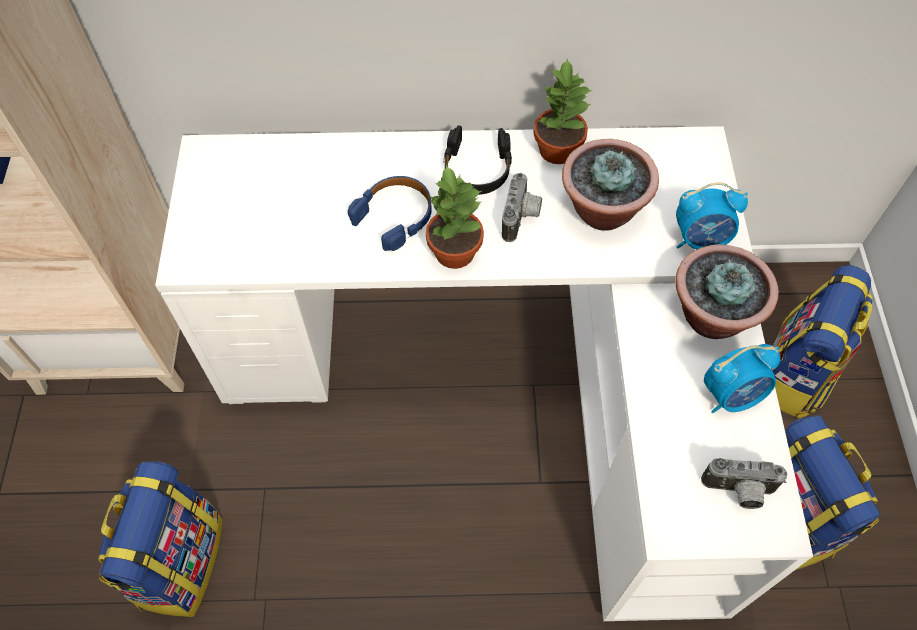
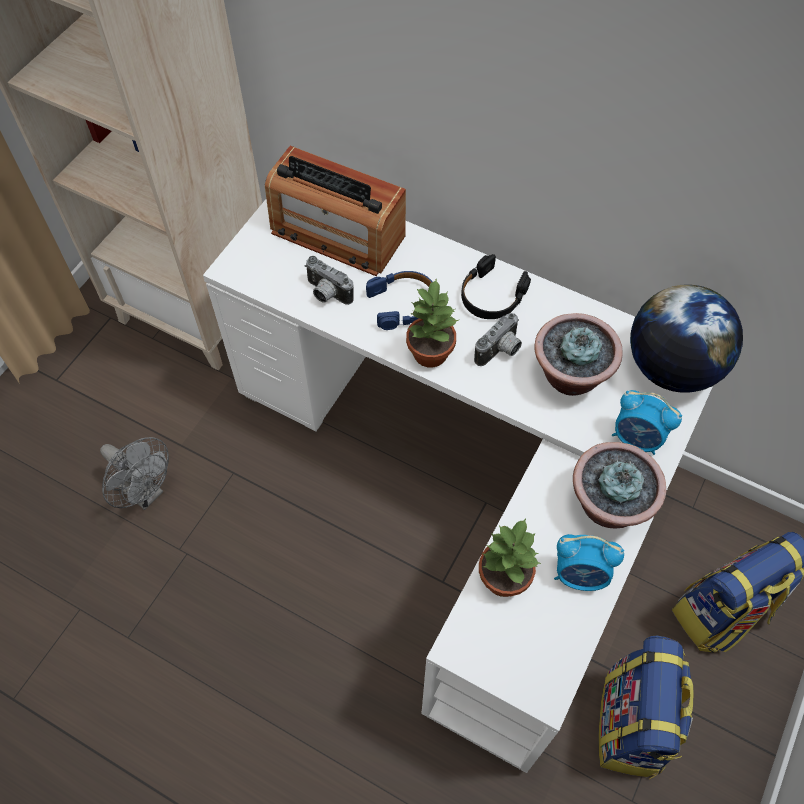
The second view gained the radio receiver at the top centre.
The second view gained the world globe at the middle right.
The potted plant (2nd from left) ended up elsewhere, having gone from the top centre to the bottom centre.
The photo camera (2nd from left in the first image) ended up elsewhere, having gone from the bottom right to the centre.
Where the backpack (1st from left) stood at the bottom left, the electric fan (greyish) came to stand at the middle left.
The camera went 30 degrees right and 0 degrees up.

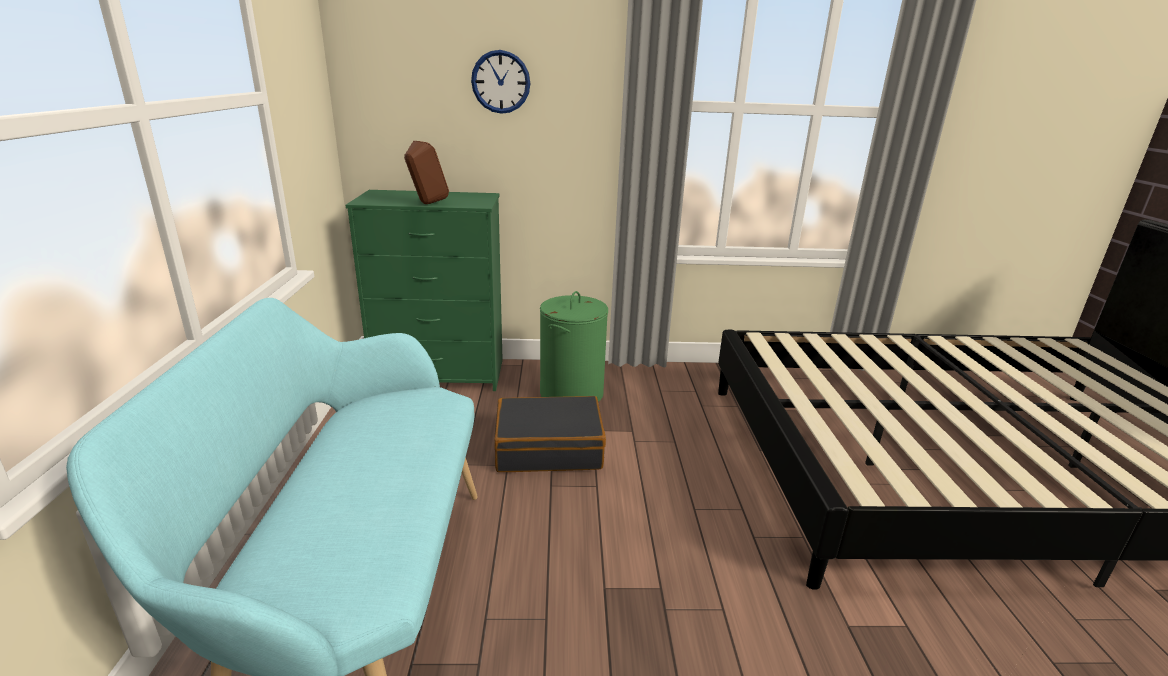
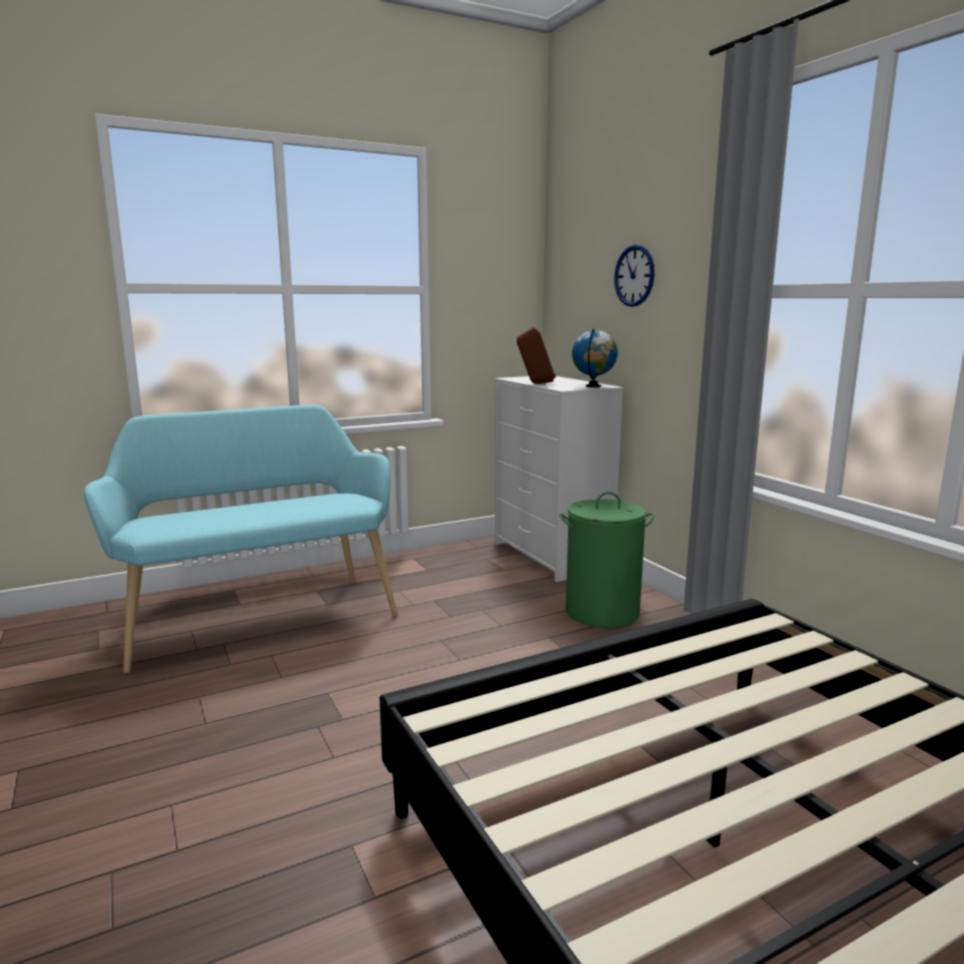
The second view lost the travel case (black-coloured) at the centre.
The second view gained the world globe at the centre.
What was the dresser (green-coloured) at the centre turned into the dresser (white) at the centre.
The camera went 65 degrees right and 10 degrees down.

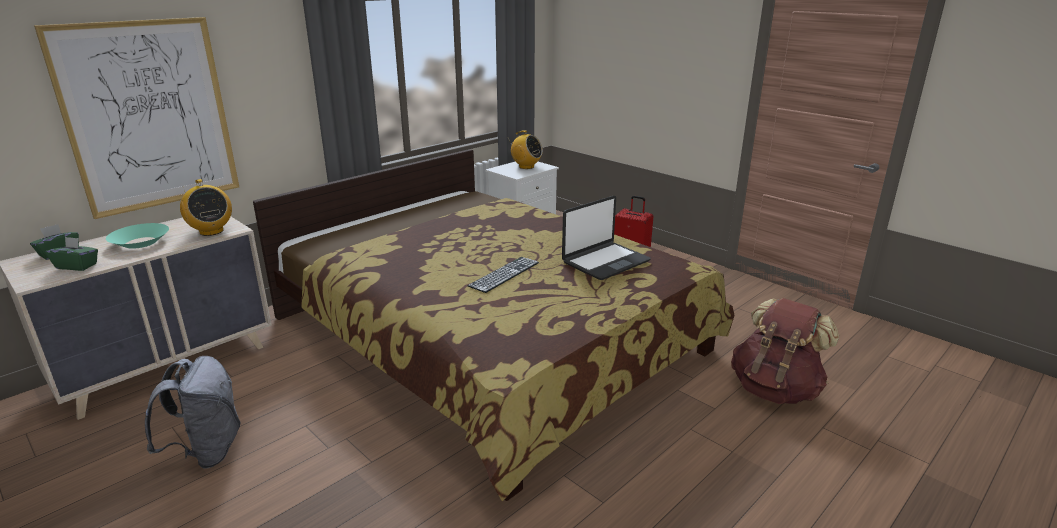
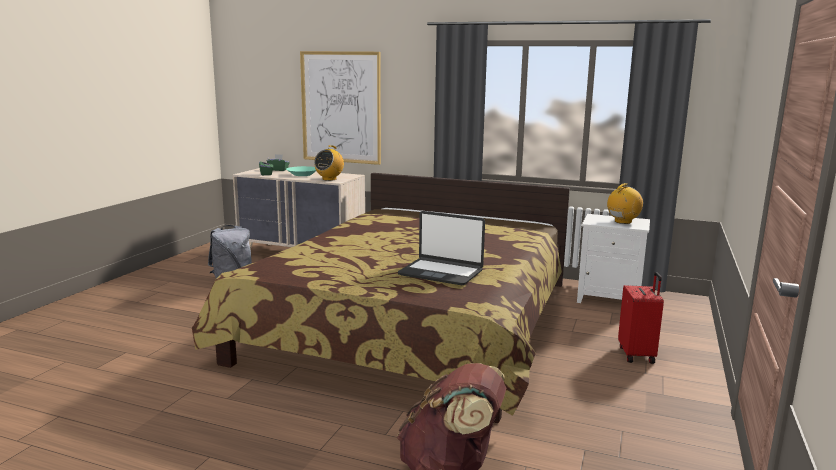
The second view lost the keyboard at the centre.
The radio receiver (2nd from left) at the top centre ended up facing another way, 135 degrees counterclockwise from before.
The camera went 65 degrees right and 10 degrees down.

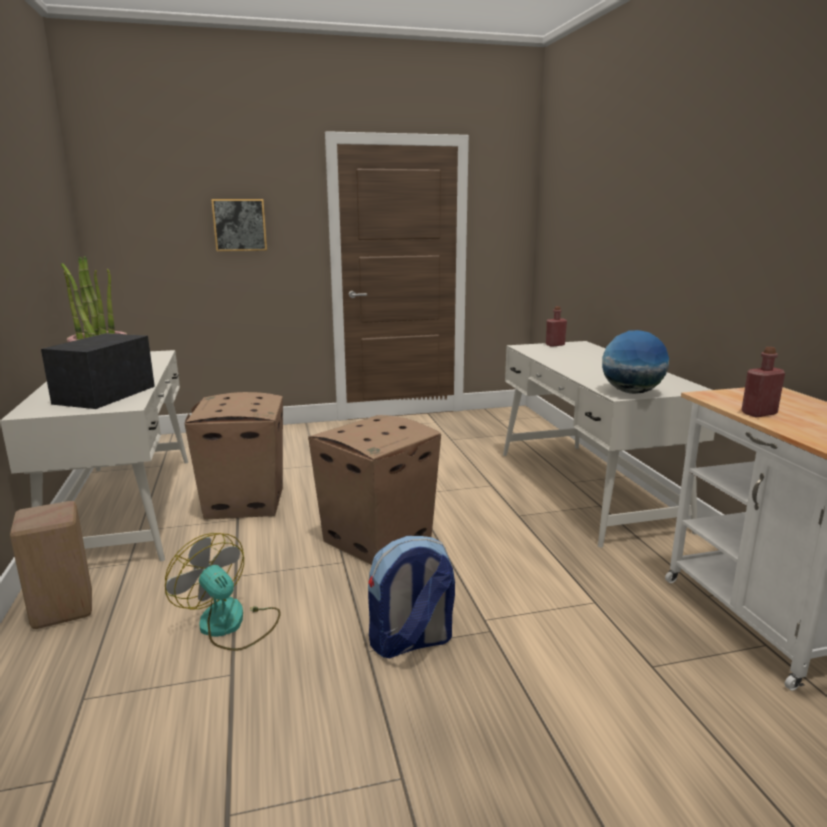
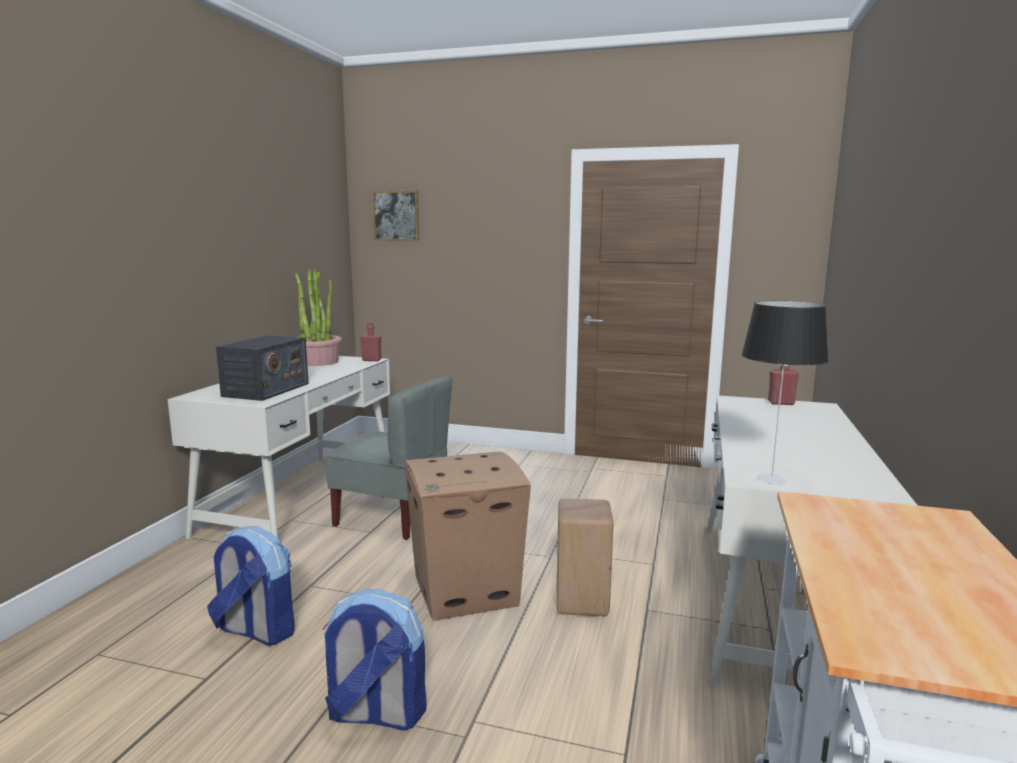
The stool seat (beige) ended up elsewhere, having gone from the bottom left to the bottom centre.
The wall art ended up elsewhere, having gone from the top left to the top centre.
The drink bottle (red-coloured) (2nd from left in the first image) ended up elsewhere, having gone from the middle right to the centre.
Where the electric fan stood at the bottom left, the backpack (1st from left) came to stand at the bottom left.
Where the carton (1st from left) stood at the middle left, the upright chair (greyish) came to stand at the centre.
Where the world globe stood at the middle right, the tabletop lamp came to stand at the middle right.
The radio receiver at the middle left ended up facing another way, 150 degrees clockwise from before.
The camera went 30 degrees right and 5 degrees down.

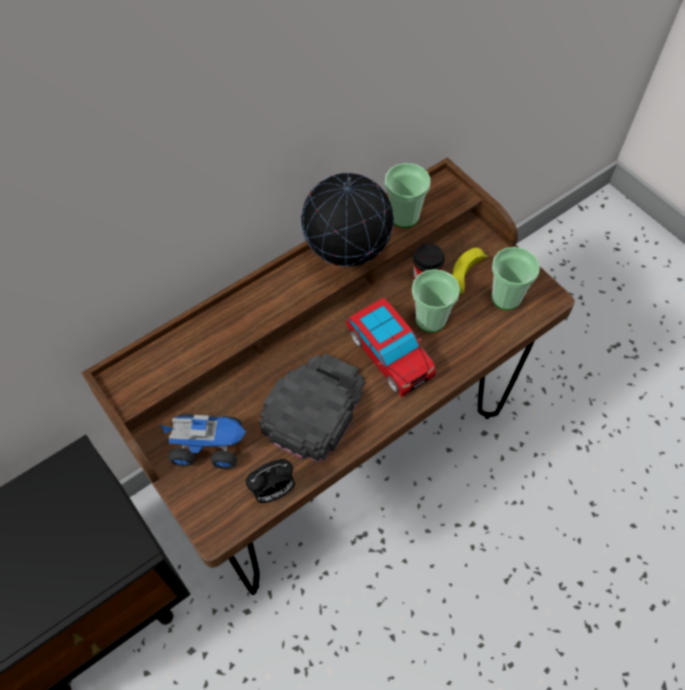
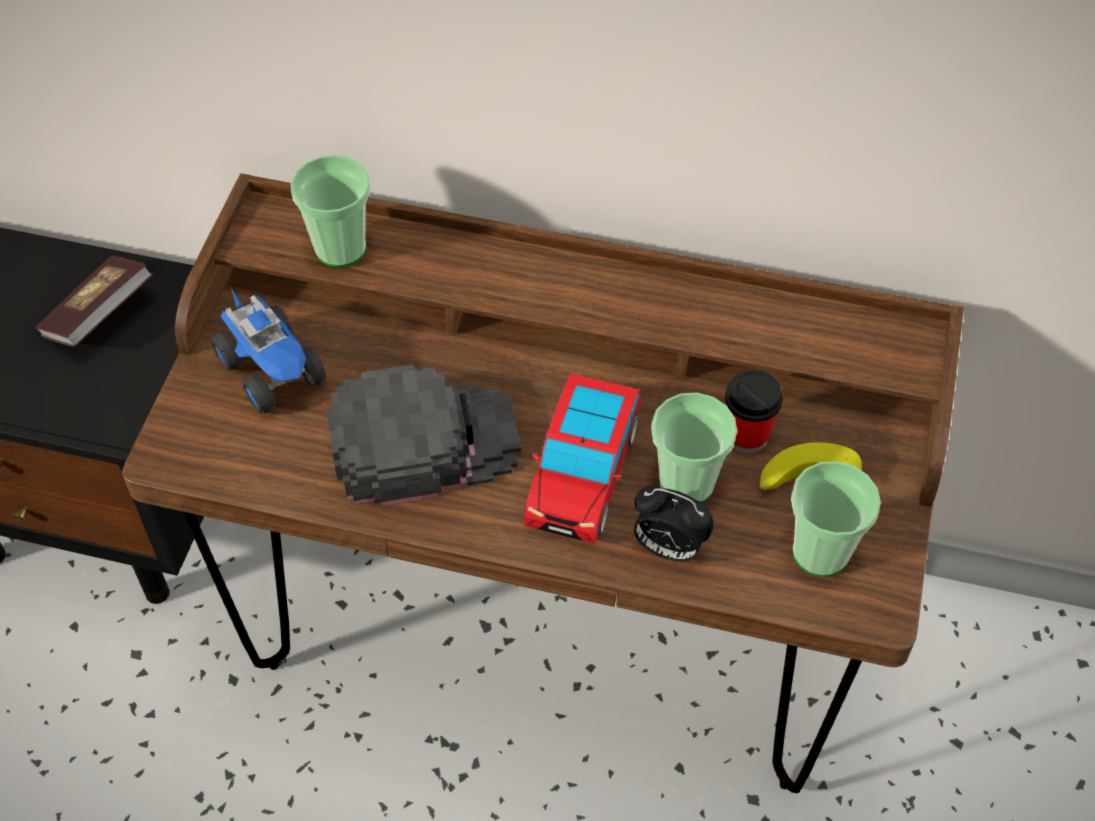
The second view lost the world globe at the top centre.
The second view gained the book at the middle left.
The table clock ended up elsewhere, having gone from the bottom centre to the centre.
The drinking cup (1st from left) ended up elsewhere, having gone from the top centre to the top left.
The camera went 50 degrees right and 5 degrees down.

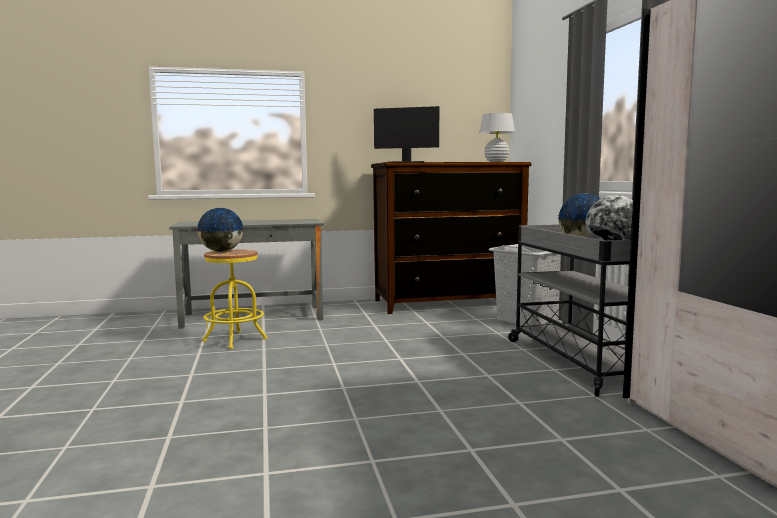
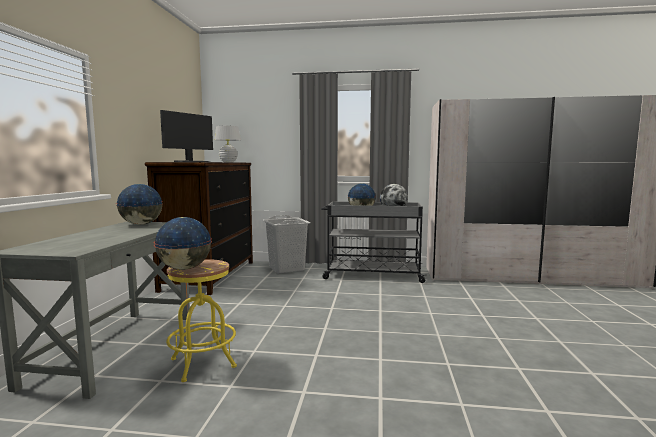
The second view gained the world globe (1st from left) at the middle left.
The camera went 70 degrees left and 0 degrees up.

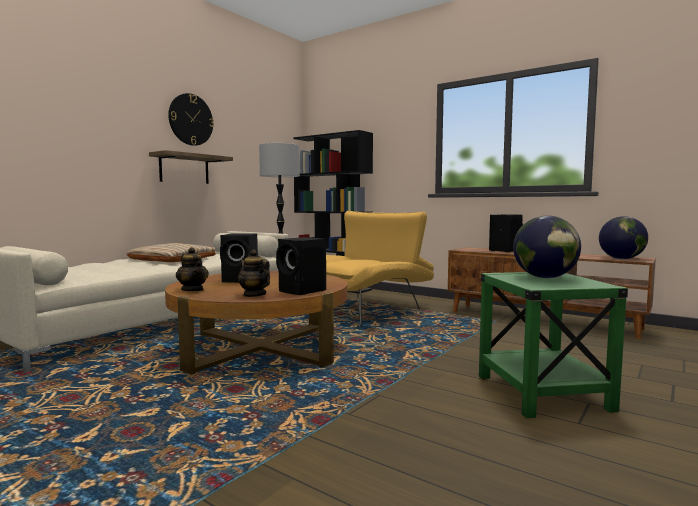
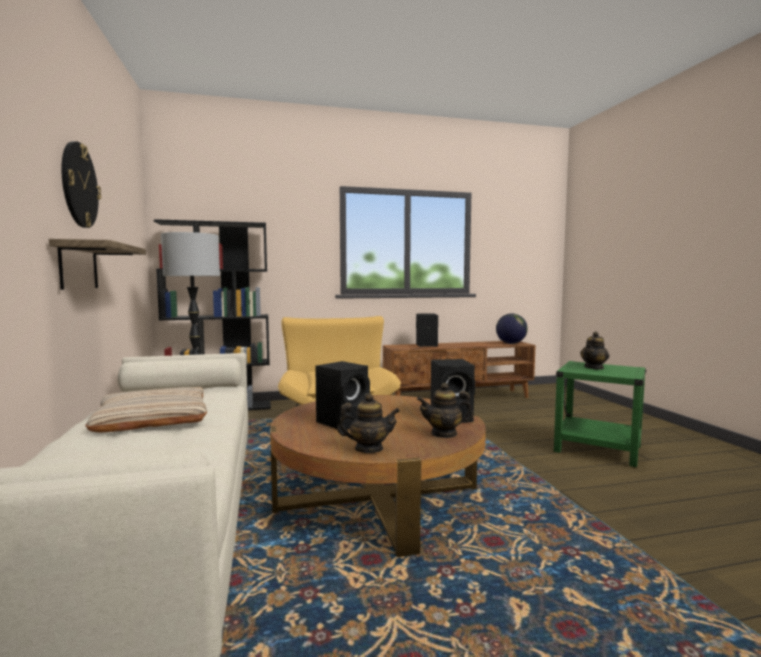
Where the world globe (1st from left) stood at the middle right, the teapot (3rd from left) came to stand at the middle right.
The camera went 50 degrees left and 0 degrees up.

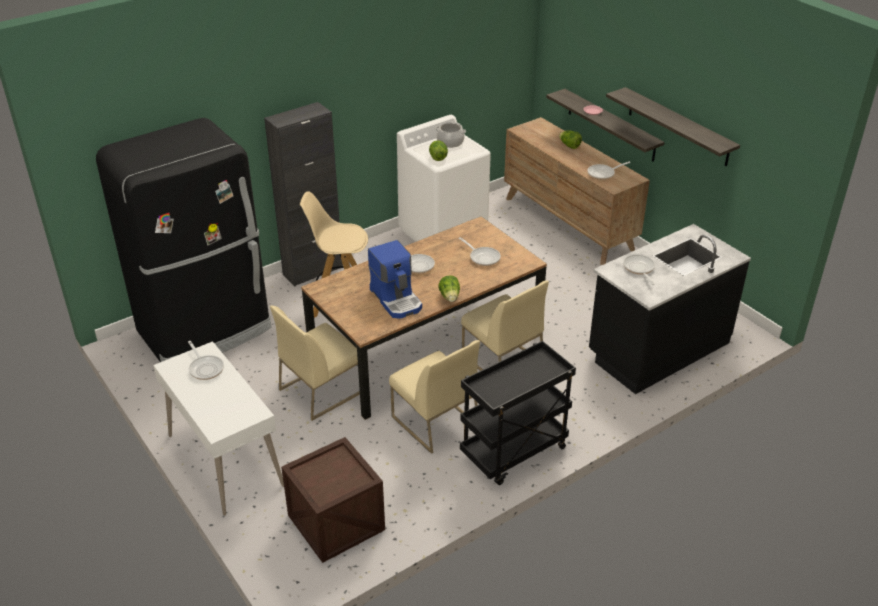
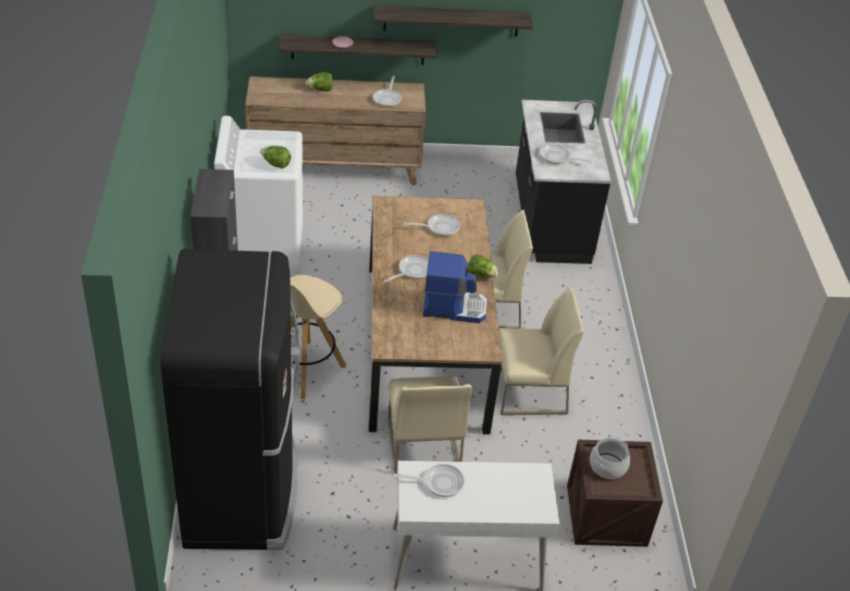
The second view lost the wheeled cart (black-coloured) at the bottom centre.
The saucepot ended up elsewhere, having gone from the top centre to the bottom right.
The camera went 60 degrees left and 5 degrees up.

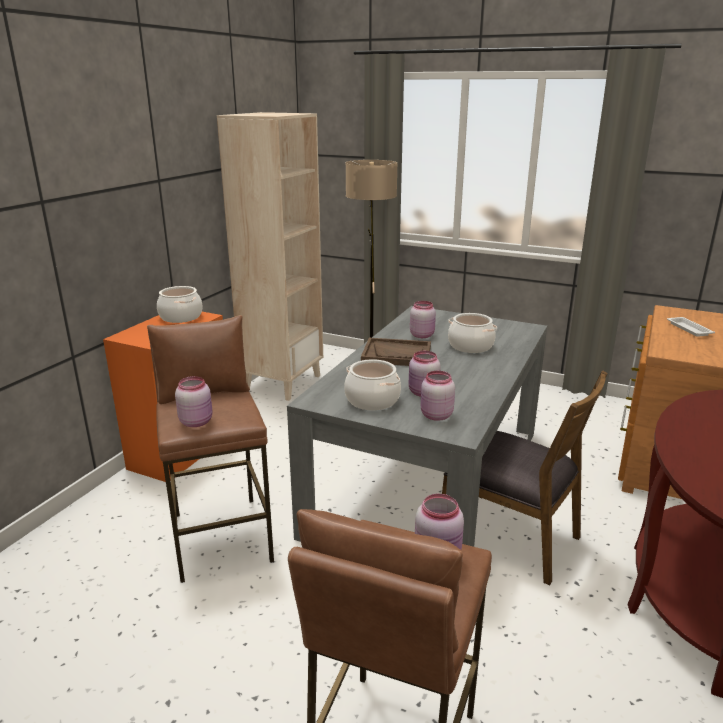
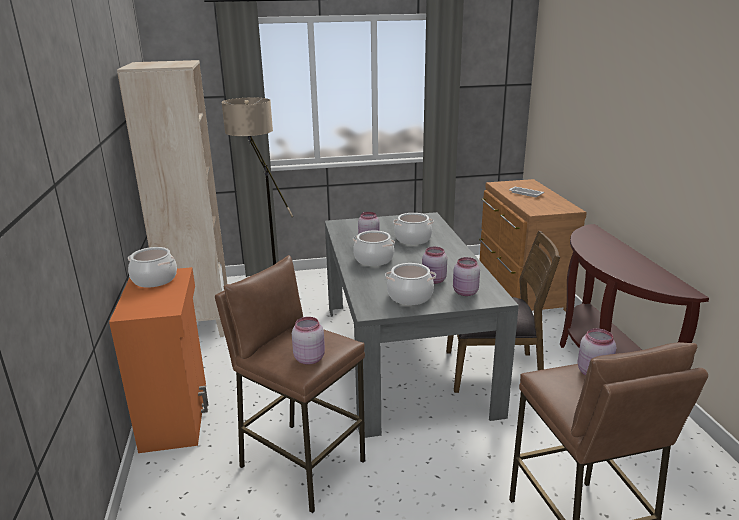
Where the tray (brown) stood at the centre, the saucepot (2nd from left) came to stand at the centre.
The camera went 35 degrees left and 0 degrees up.

